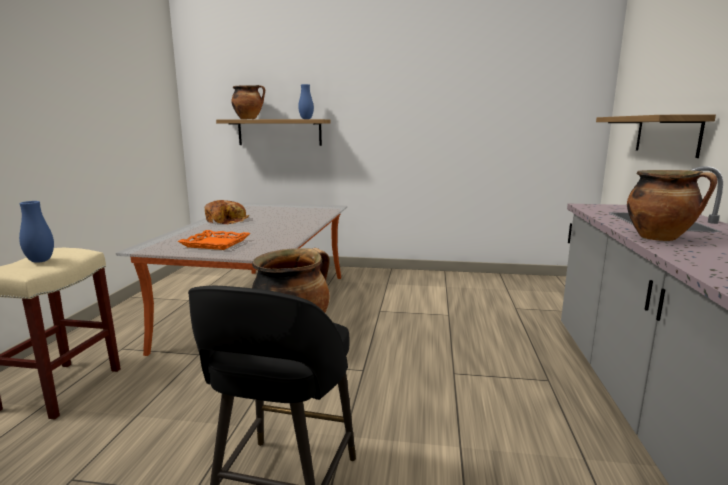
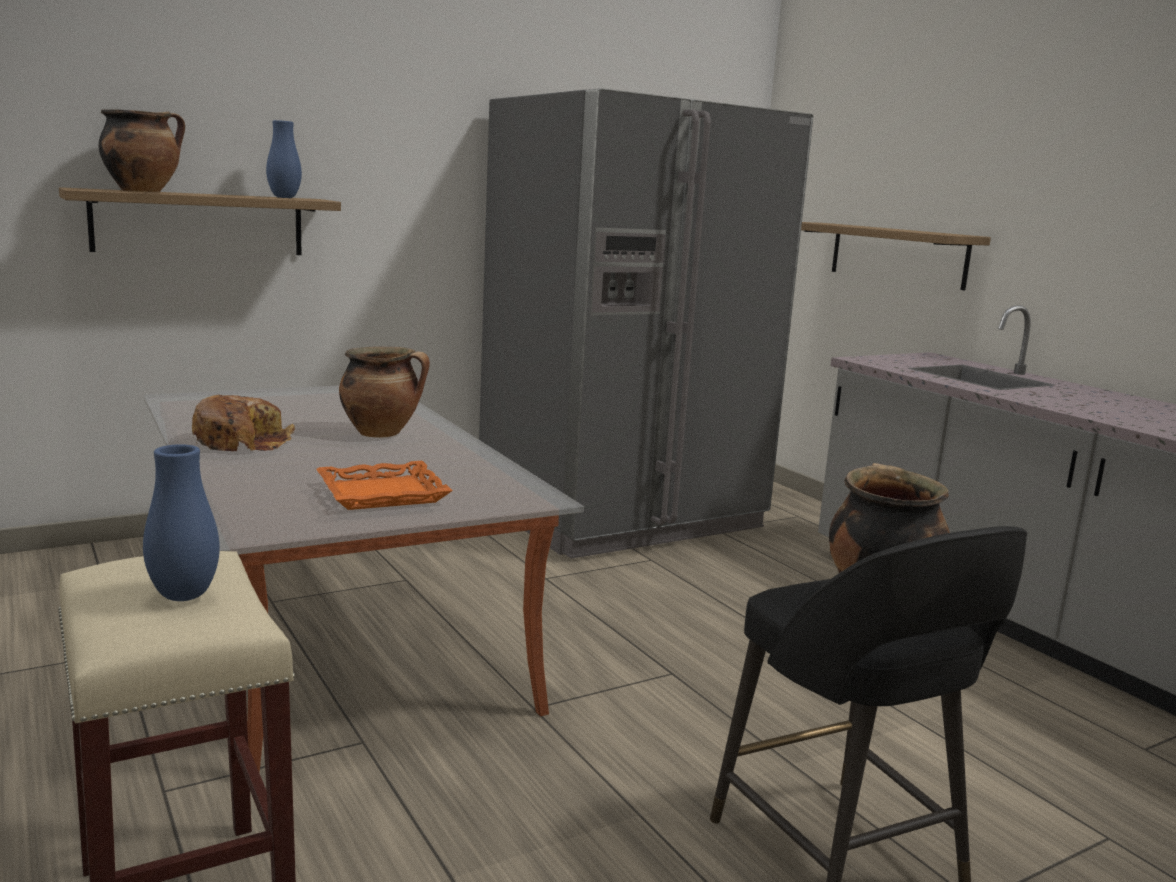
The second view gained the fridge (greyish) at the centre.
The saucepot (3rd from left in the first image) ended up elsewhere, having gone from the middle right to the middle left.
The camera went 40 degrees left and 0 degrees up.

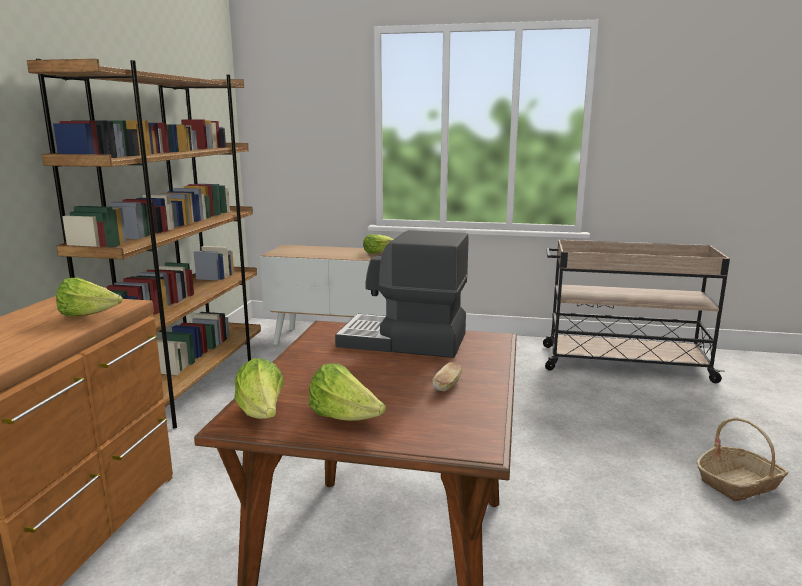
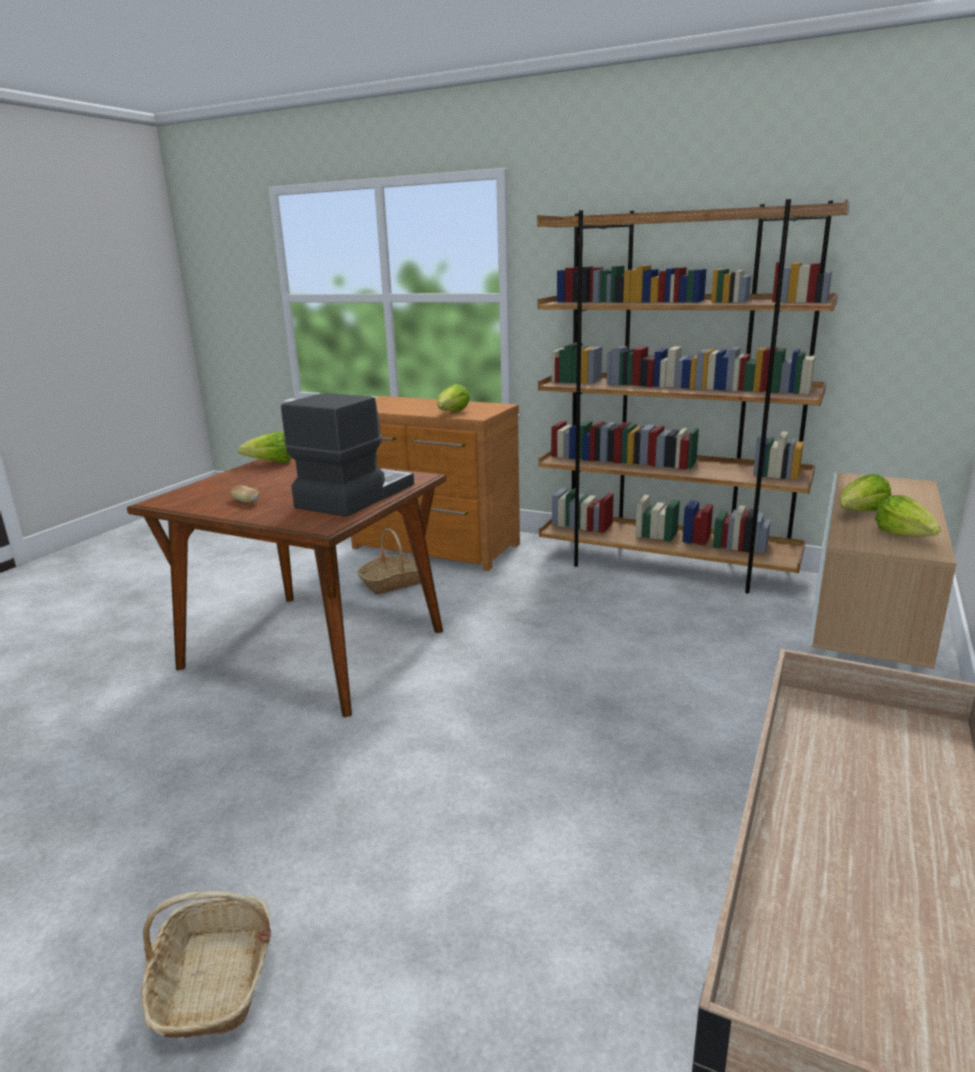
The second view gained the basket (2nd from left) at the centre.
The head of lettuce (3rd from left) ended up elsewhere, having gone from the bottom centre to the middle right.
The camera went 105 degrees right and 5 degrees up.

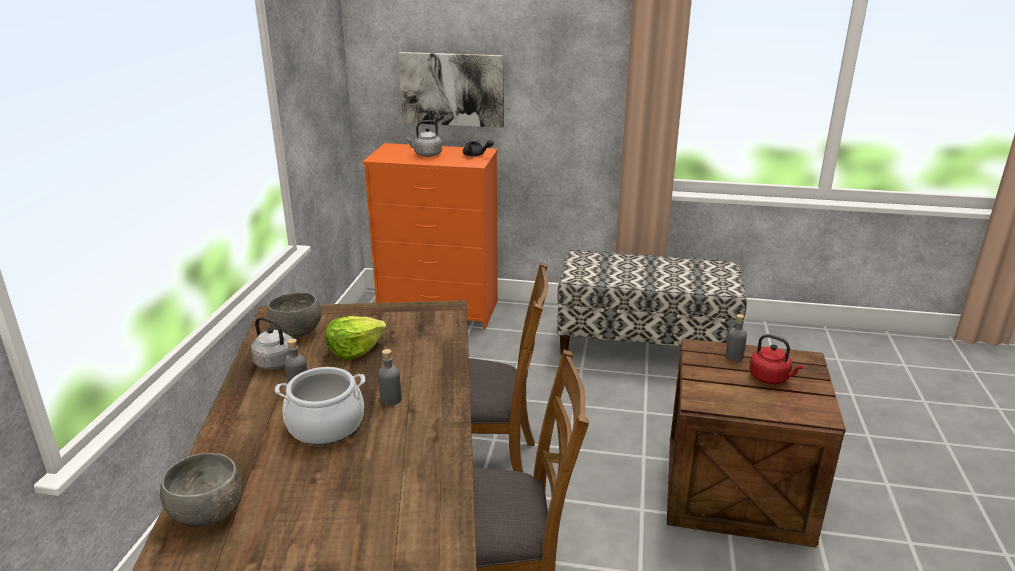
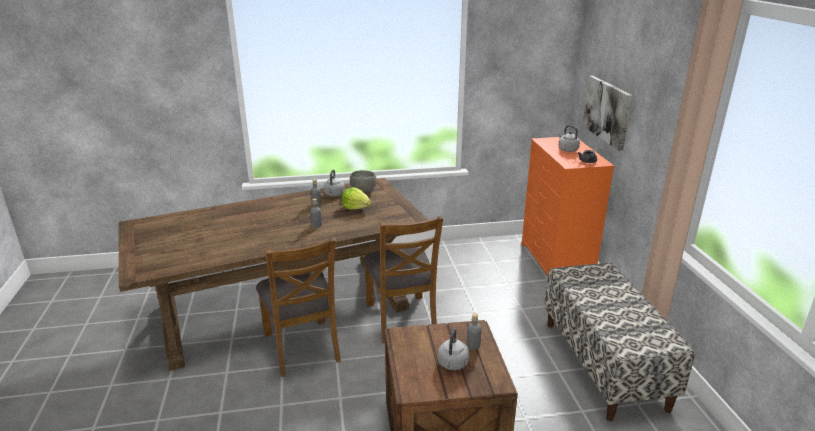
The second view lost the deep dish (greyish) (1st from left) at the bottom left.
The second view lost the saucepot at the bottom left.
What was the kettle (red-coloured) at the middle right turned into the kettle (greyish) (2nd from left) at the bottom centre.
The camera went 70 degrees right and 0 degrees up.

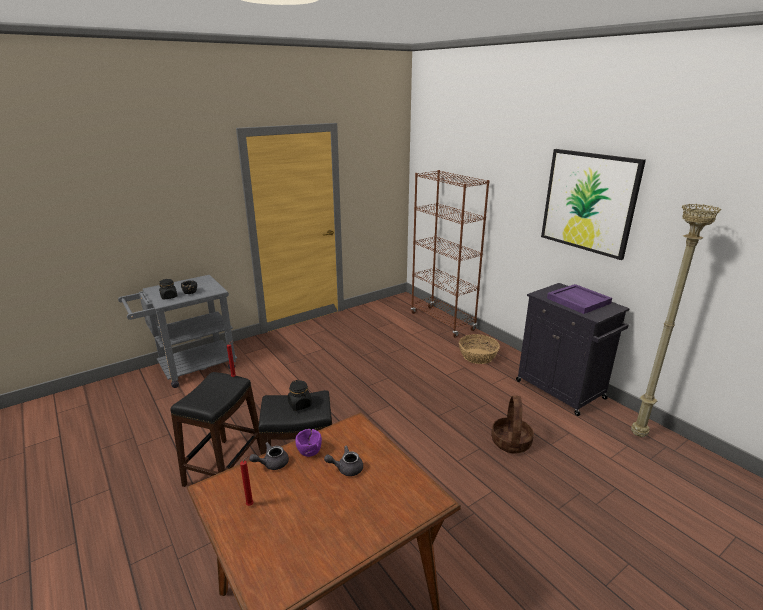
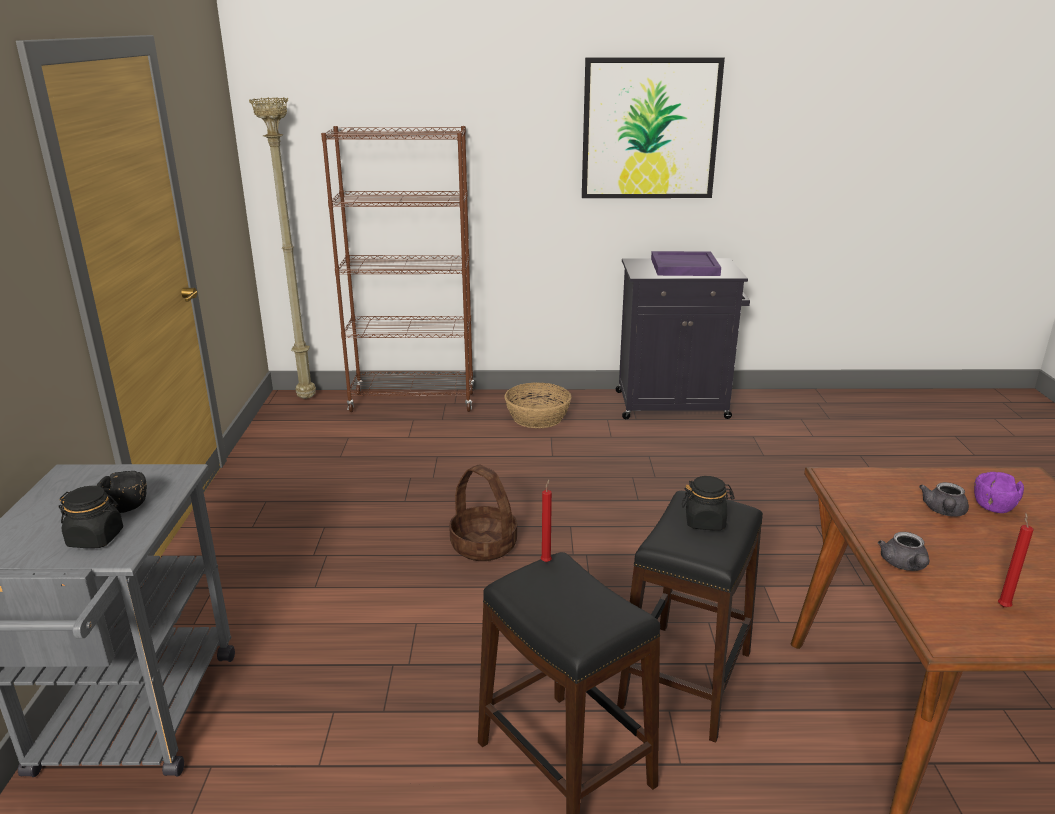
The deep dish (purple-coloured) ended up elsewhere, having gone from the bottom centre to the middle right.
The basket (2nd from left in the first image) ended up elsewhere, having gone from the bottom right to the centre.
The standing lamp (beige) ended up elsewhere, having gone from the middle right to the top left.
The camera went 55 degrees left and 0 degrees up.

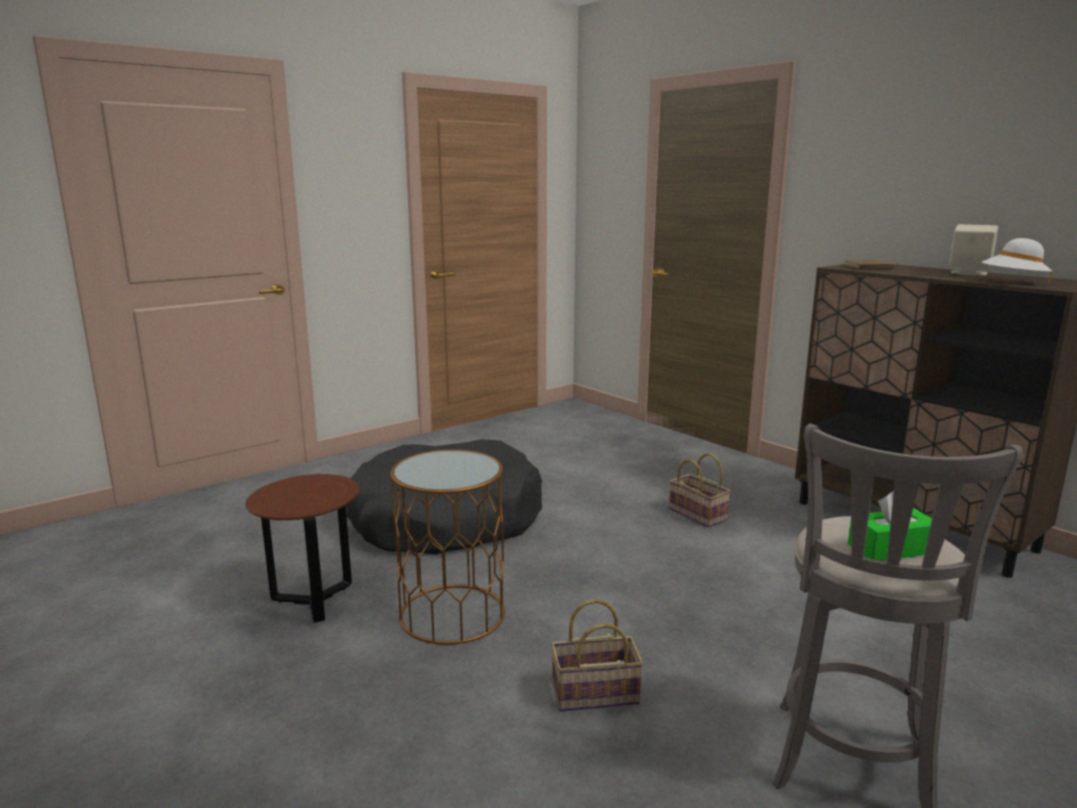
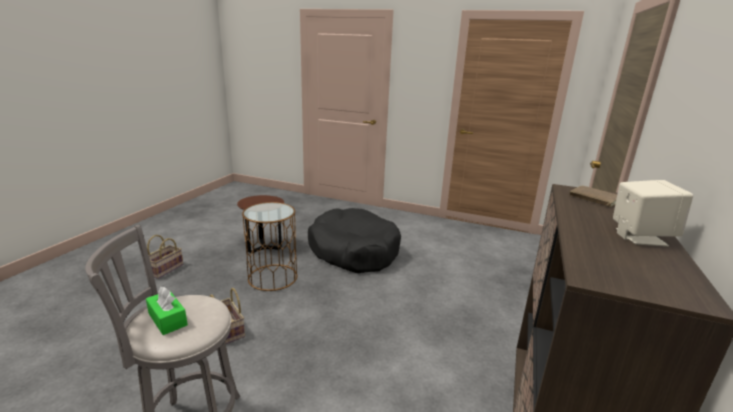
The second view lost the wearable hat (white) at the top right.
The basket (2nd from left in the first image) ended up elsewhere, having gone from the centre to the middle left.
The camera went 60 degrees right and 5 degrees up.

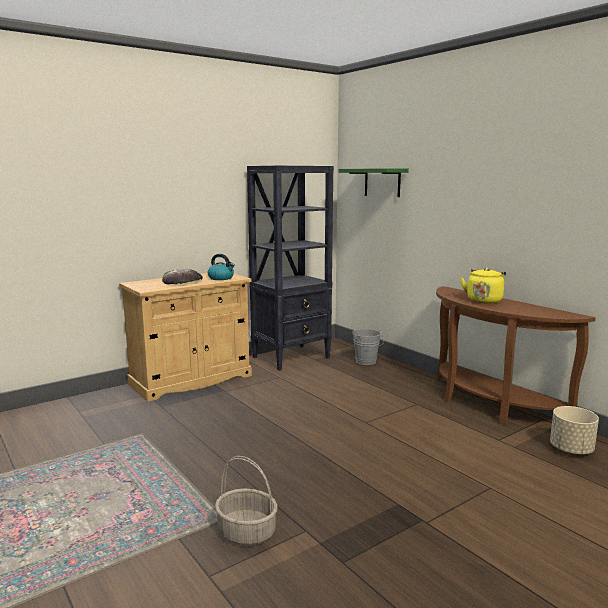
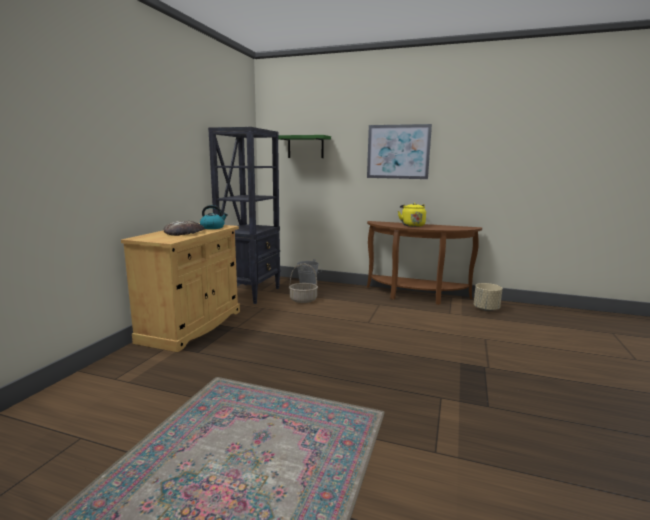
The second view gained the wall art at the top centre.
The basket ended up elsewhere, having gone from the bottom centre to the centre.
The camera went 35 degrees left and 0 degrees up.

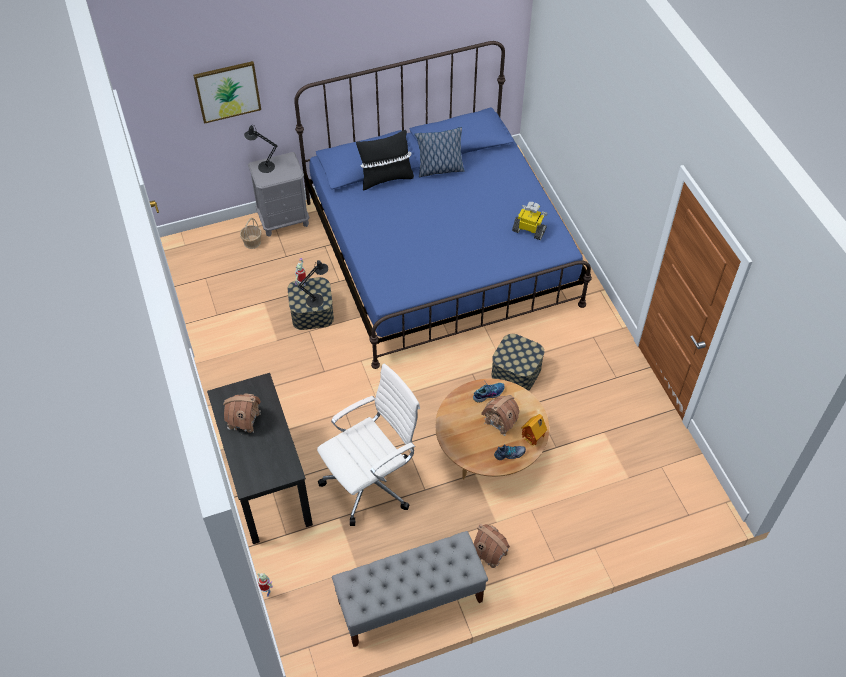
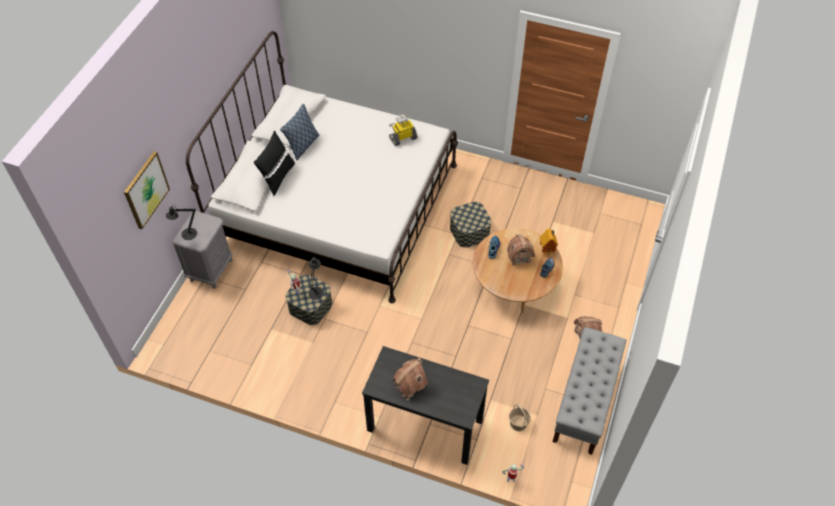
The second view lost the desk chair (white) at the centre.
The basket ended up elsewhere, having gone from the middle left to the bottom centre.
What was the bedroom bed (blue) at the top centre turned into the bedroom bed (white) at the top centre.
The camera went 50 degrees left and 0 degrees up.

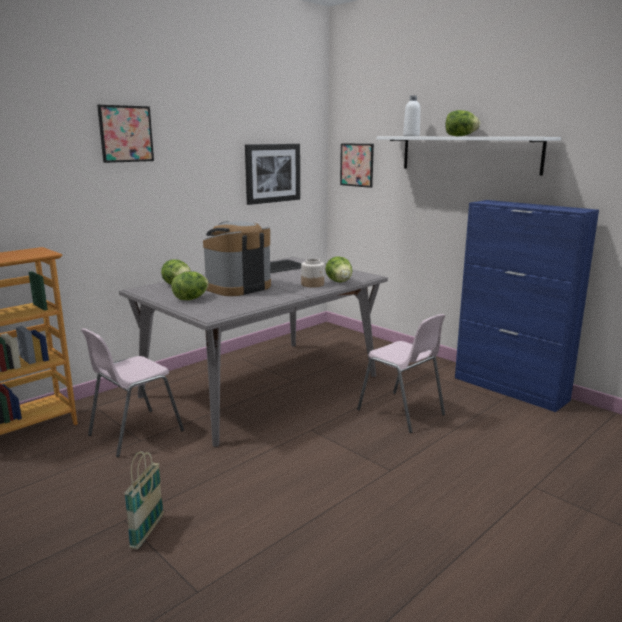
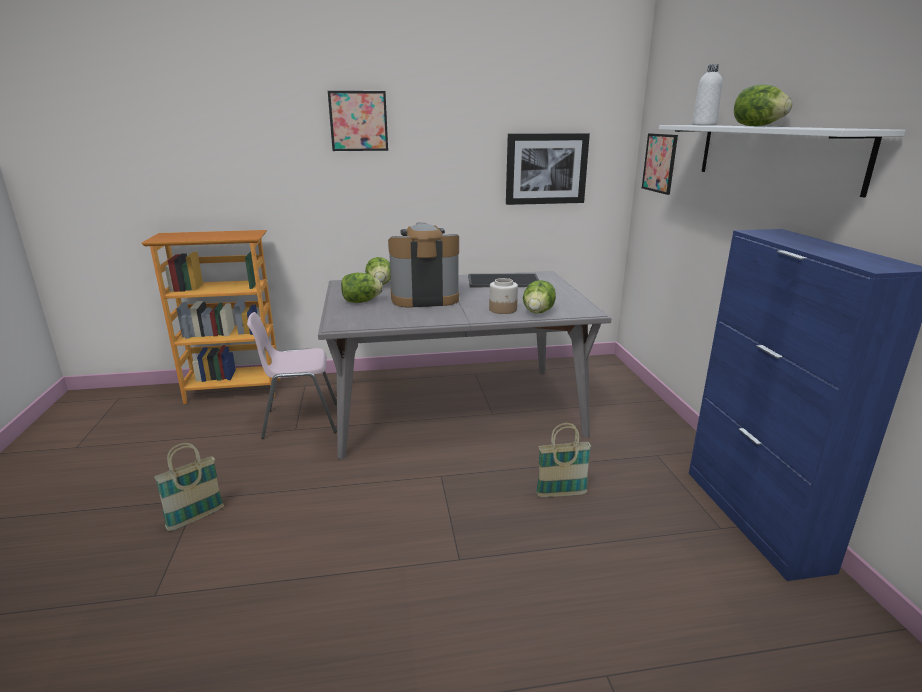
Where the upright chair (pink) (2nd from left) stood at the centre, the basket (2nd from left) came to stand at the centre.
The camera went 35 degrees right and 5 degrees up.

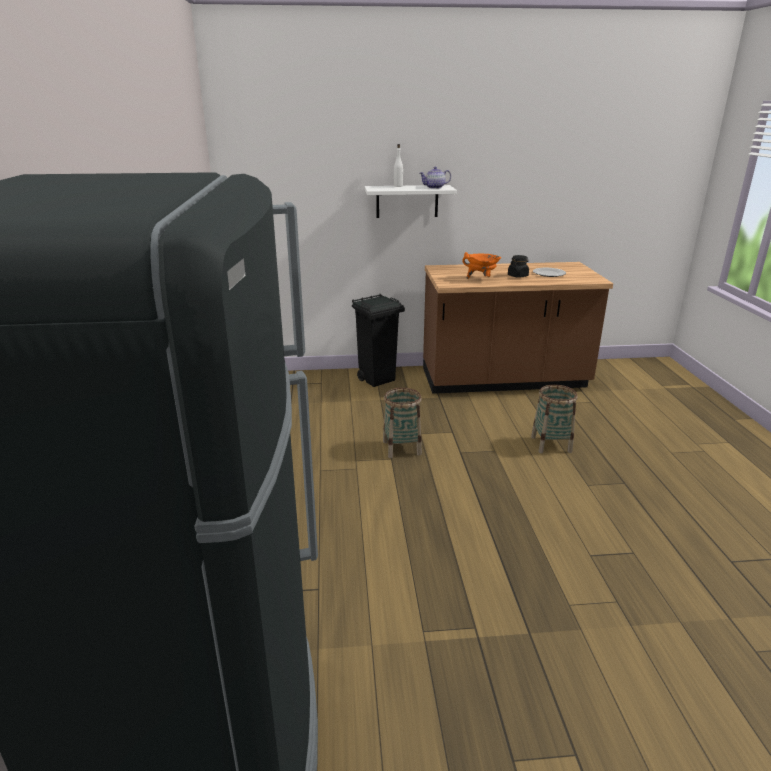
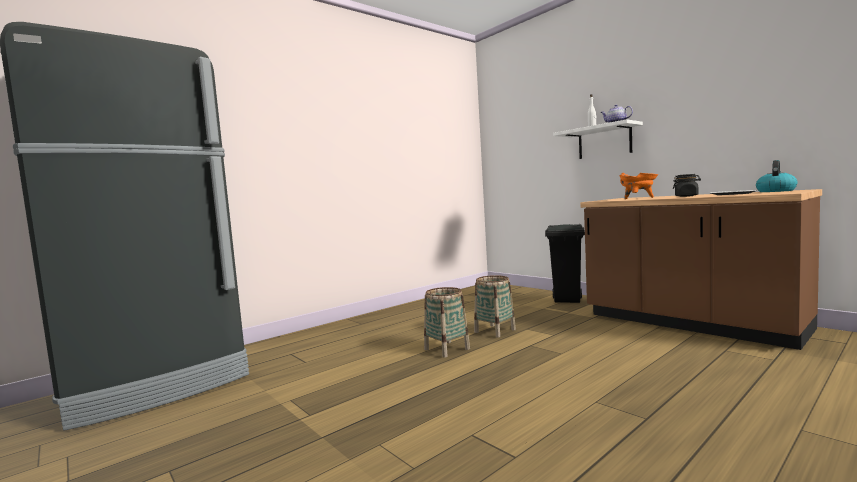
The second view gained the kettle at the middle right.
The basket (2nd from left in the first image) ended up elsewhere, having gone from the middle right to the bottom centre.
The camera went 55 degrees right and 20 degrees down.

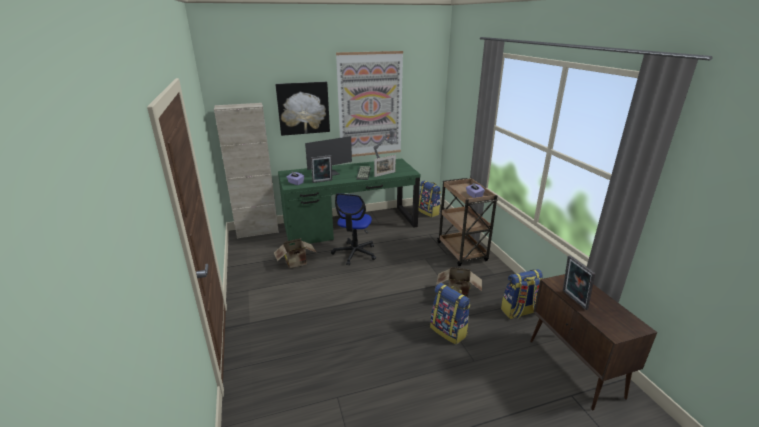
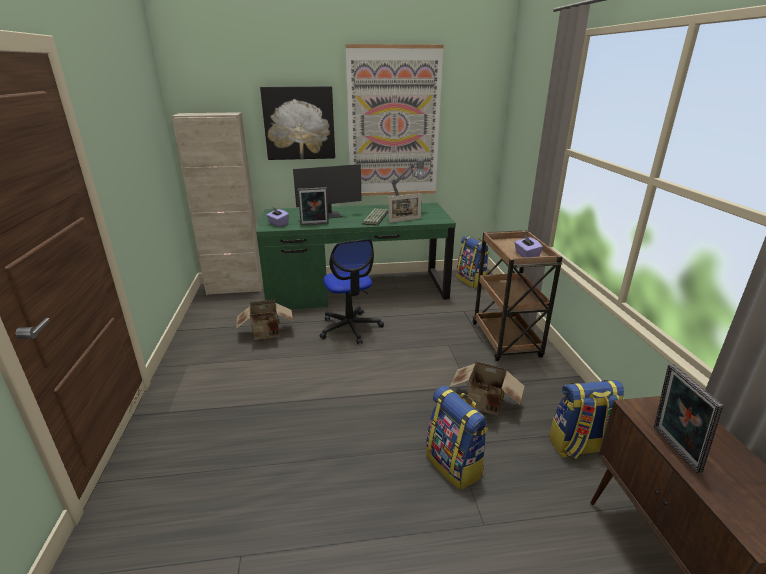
The desk chair at the centre ended up facing another way, 45 degrees counterclockwise from before.
The camera went 10 degrees right and 0 degrees up.

